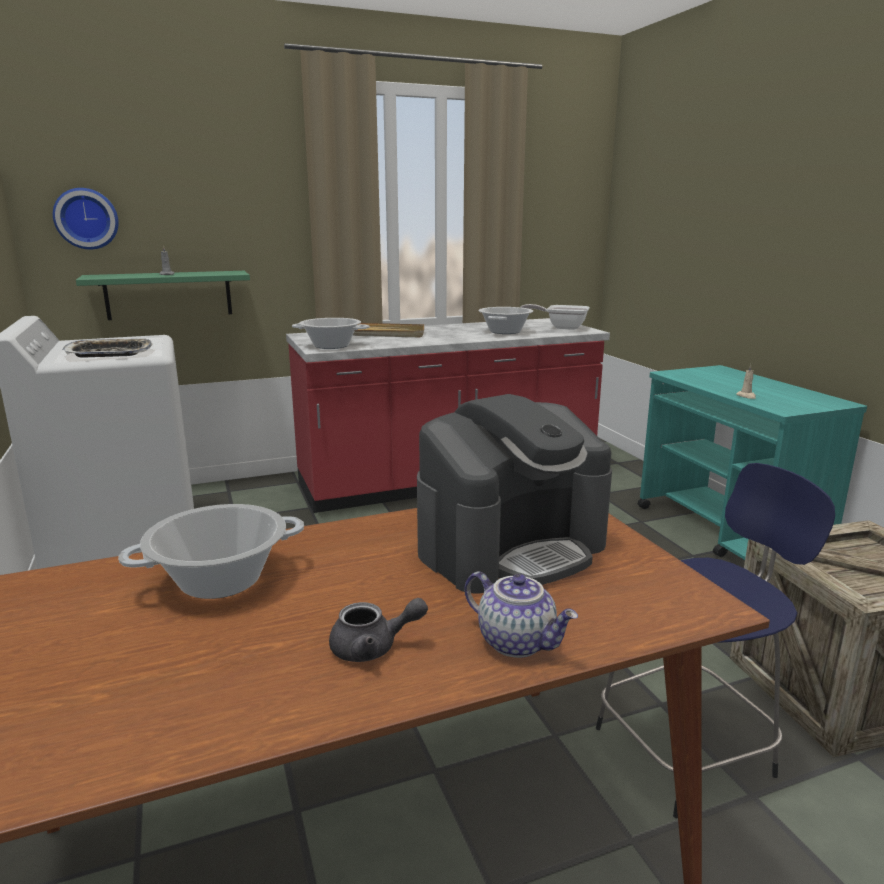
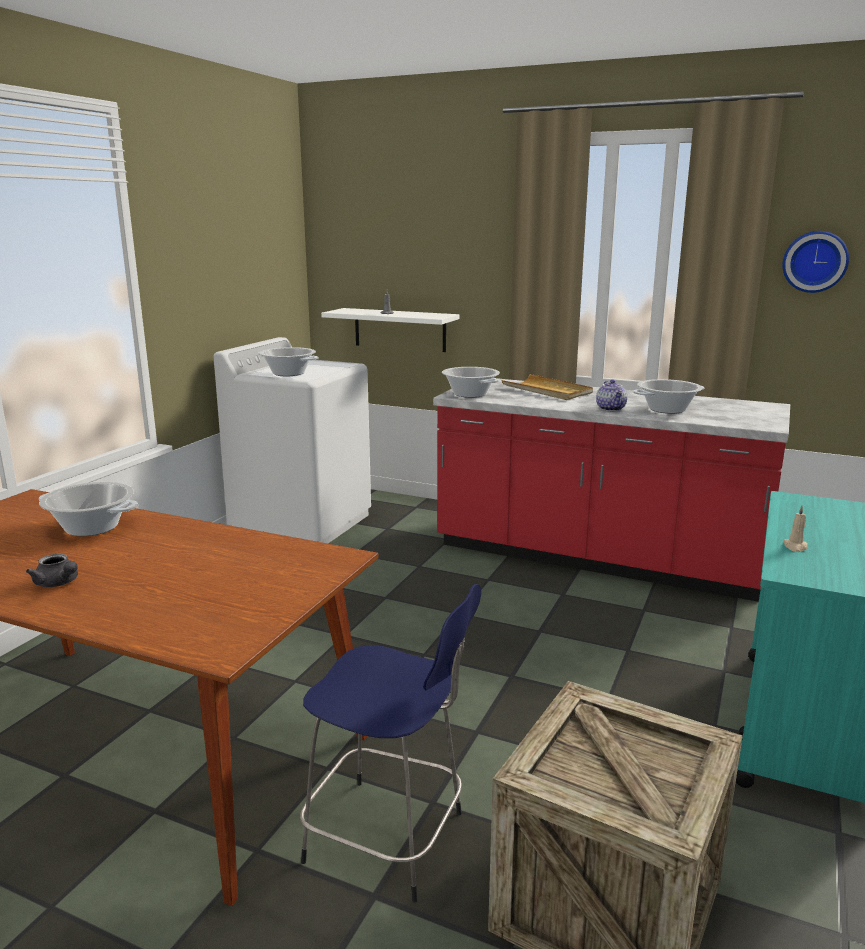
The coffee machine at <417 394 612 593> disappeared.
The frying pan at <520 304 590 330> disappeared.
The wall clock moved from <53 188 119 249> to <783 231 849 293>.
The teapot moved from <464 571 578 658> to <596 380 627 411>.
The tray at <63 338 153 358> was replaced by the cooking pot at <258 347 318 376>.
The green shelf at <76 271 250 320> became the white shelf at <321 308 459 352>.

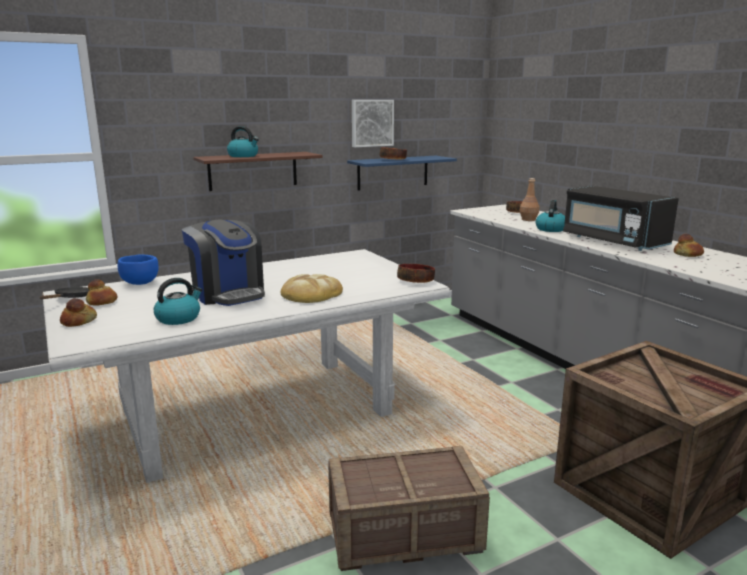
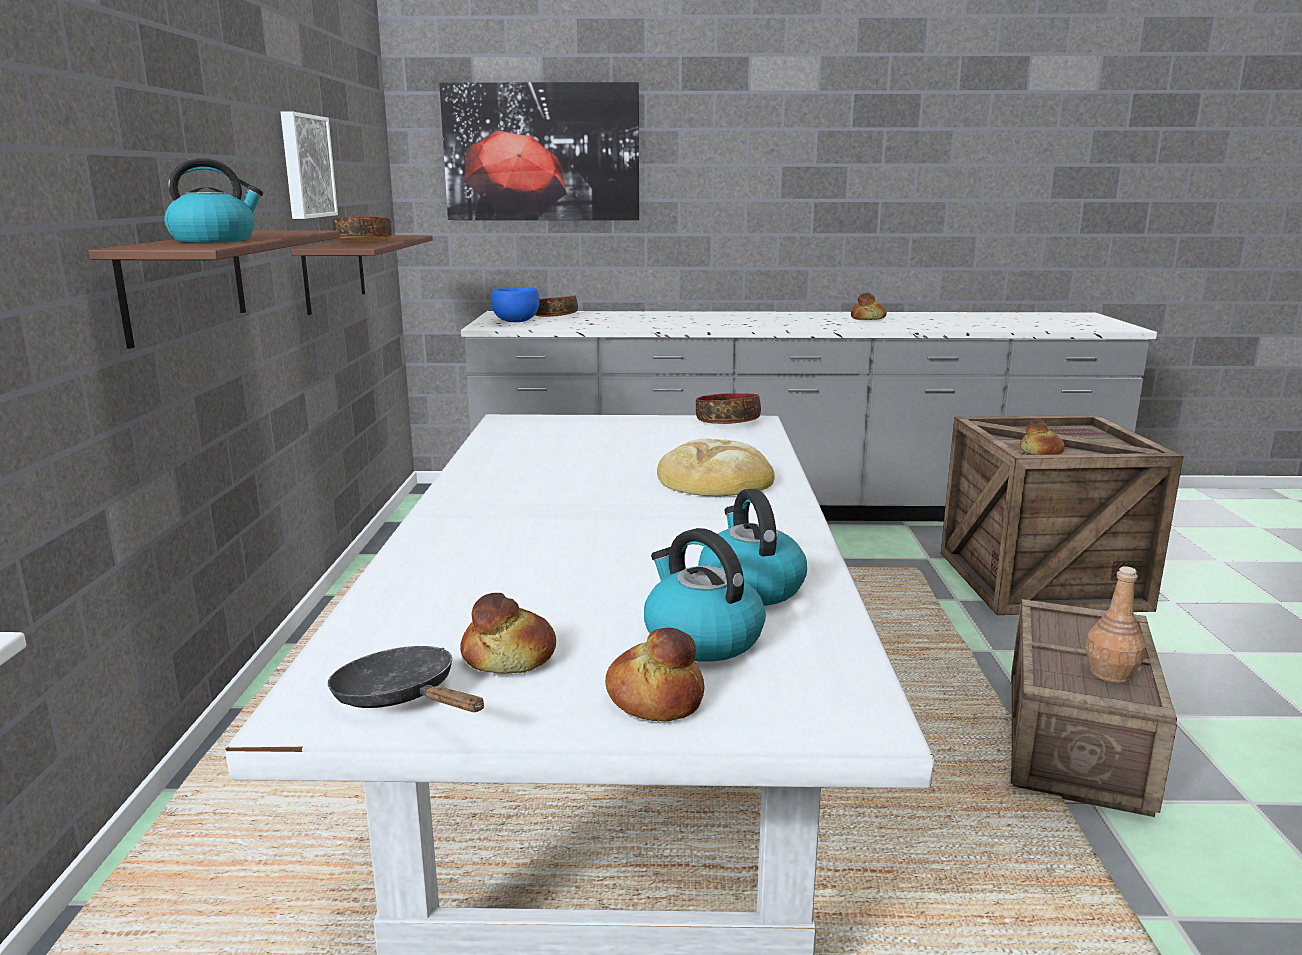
The coffee machine at <182 219 265 306> disappeared.
The black microwave at <563 186 679 251> disappeared.
The picture at <439 82 639 220> appeared.
The bread at <1020 420 1065 455> appeared.
The blue bowl moved from <118 254 159 285> to <491 287 540 322>.
The brown bottle moved from <520 178 540 221> to <1085 566 1146 683>.
The kettle moved from <536 200 565 232> to <644 528 766 662>.
The blue shelf at <347 156 457 191> became the brown shelf at <291 235 433 315>.

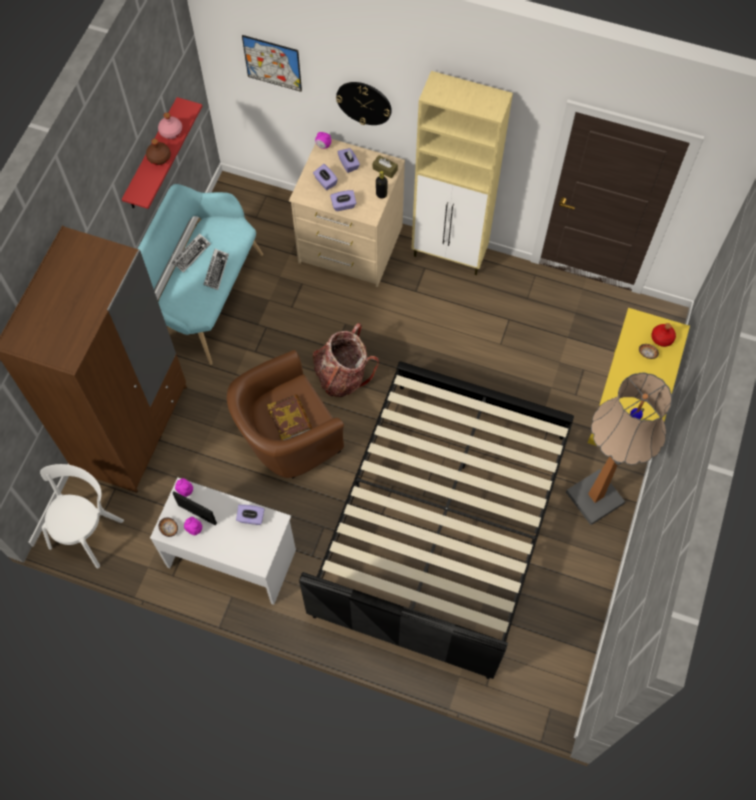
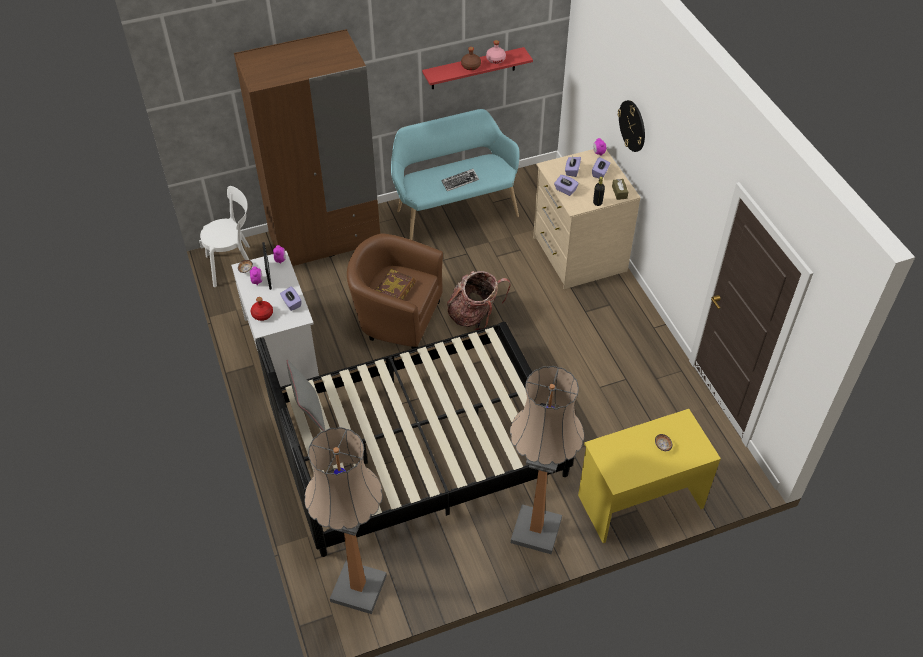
The keyboard at <172 233 211 273> disappeared.
The picture at <242 35 302 92> disappeared.
The beige cabinet at <411 71 513 275> disappeared.
The grey pillow at <287 360 325 431> appeared.
The floor lamp at <304 427 387 614> appeared.
The red bottle moved from <651 323 676 347> to <251 297 273 321>.

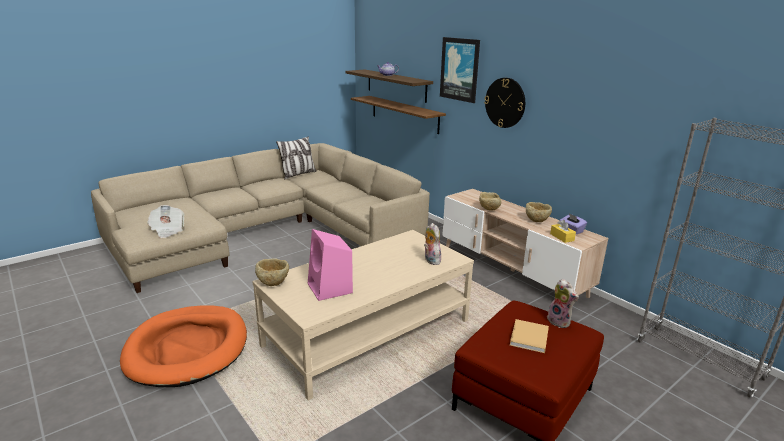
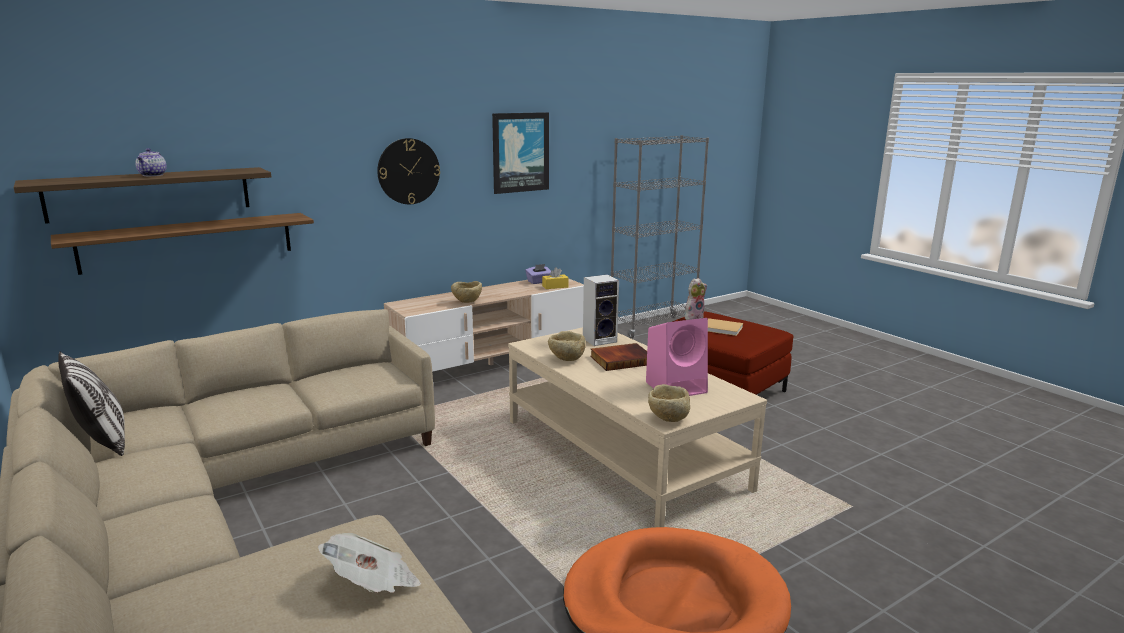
The book at <590 343 647 371> appeared.
The picture moved from <440 37 480 103> to <492 112 549 194>.
The beige bowl moved from <526 202 552 222> to <548 331 586 361>.
The plush toy at <424 223 441 265> was replaced by the speaker at <583 275 619 346>.

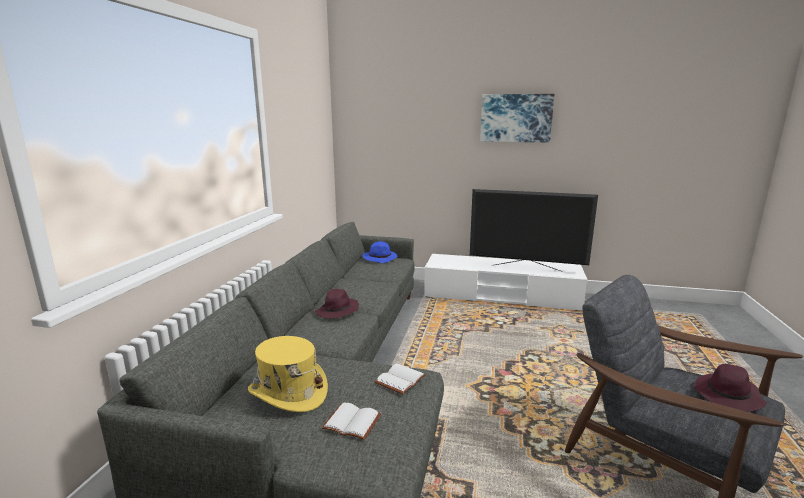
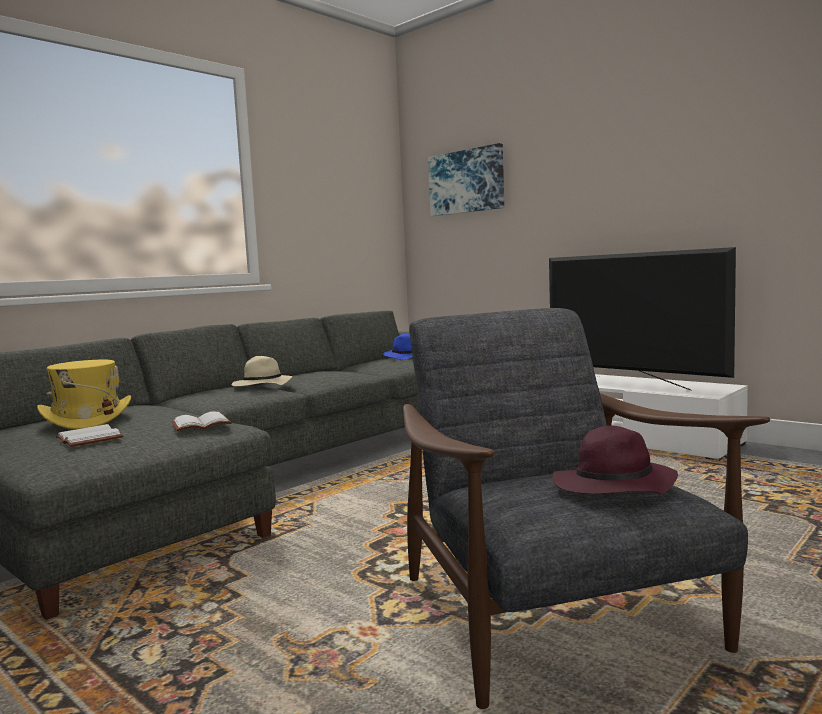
The picture moved from <480 94 554 143> to <428 143 504 216>.
The purple hat at <315 289 359 319> became the beige hat at <231 356 293 386>.

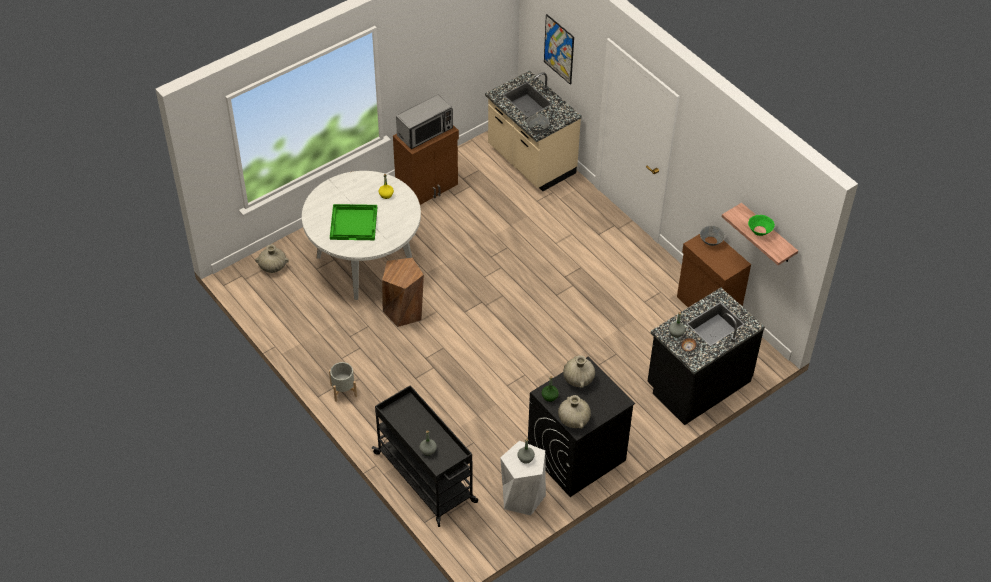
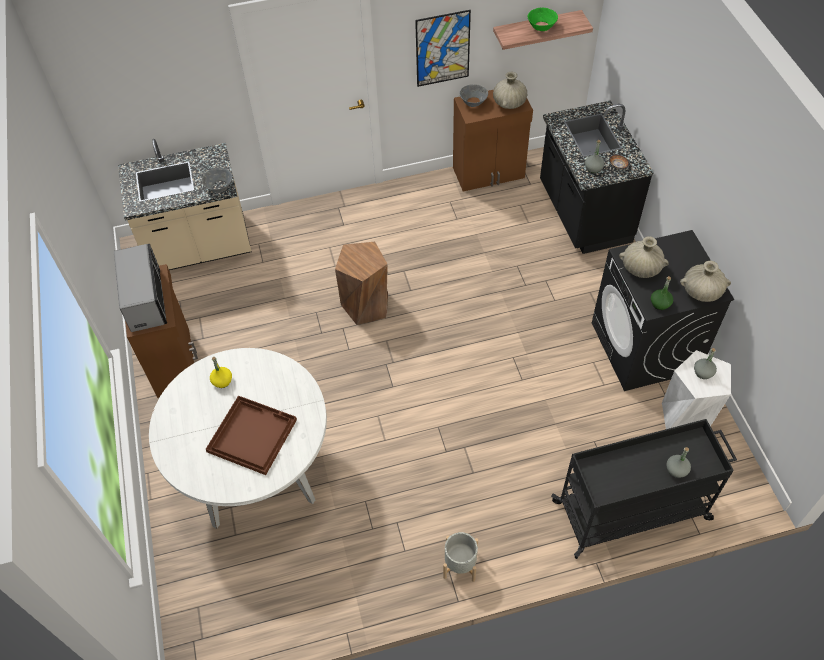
The beige vase moved from <255 244 289 273> to <493 72 527 109>.
The brown stool moved from <382 258 424 327> to <335 242 388 325>.
The picture moved from <544 14 574 85> to <415 10 471 87>.
The green tray at <330 204 377 240> became the brown tray at <205 396 297 475>.

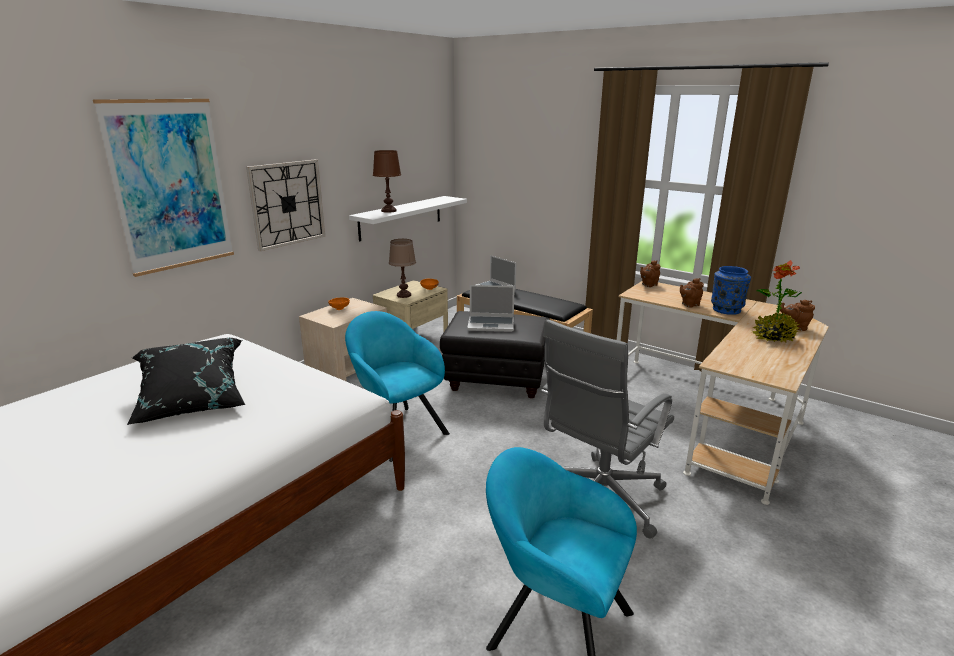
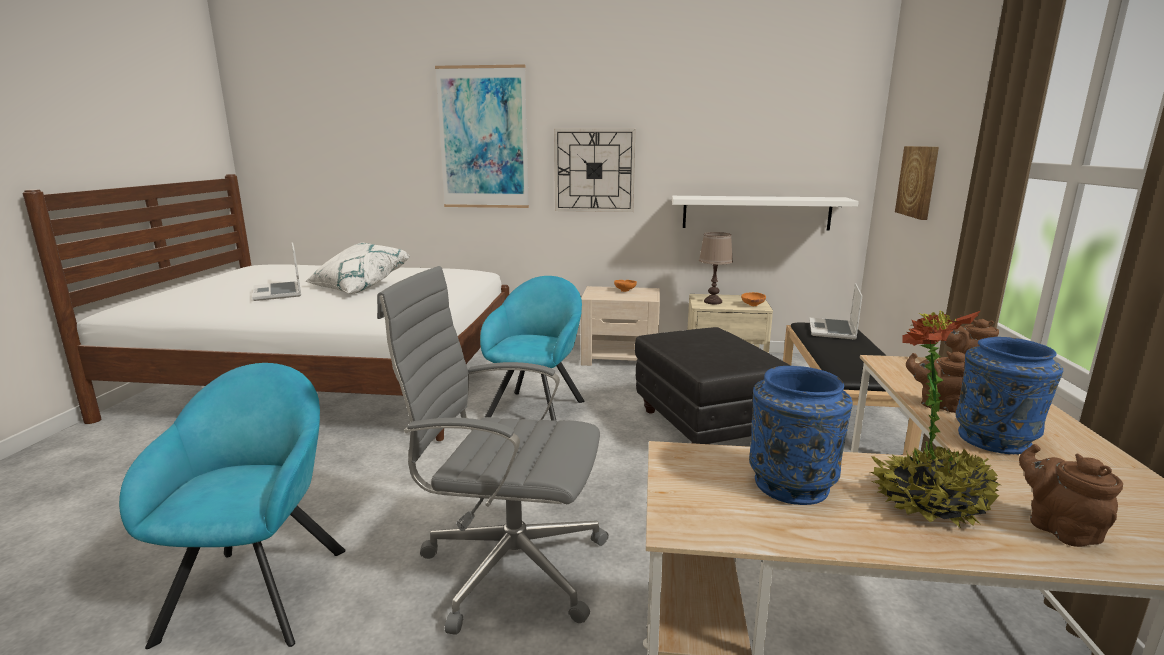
The brown table lamp at <373 150 401 213> disappeared.
The blue vase at <749 366 853 505> appeared.
The picture at <895 146 939 220> appeared.
The laptop moved from <467 285 515 332> to <252 242 301 301>.
The black pillow at <127 338 246 425> became the white pillow at <305 243 410 294>.

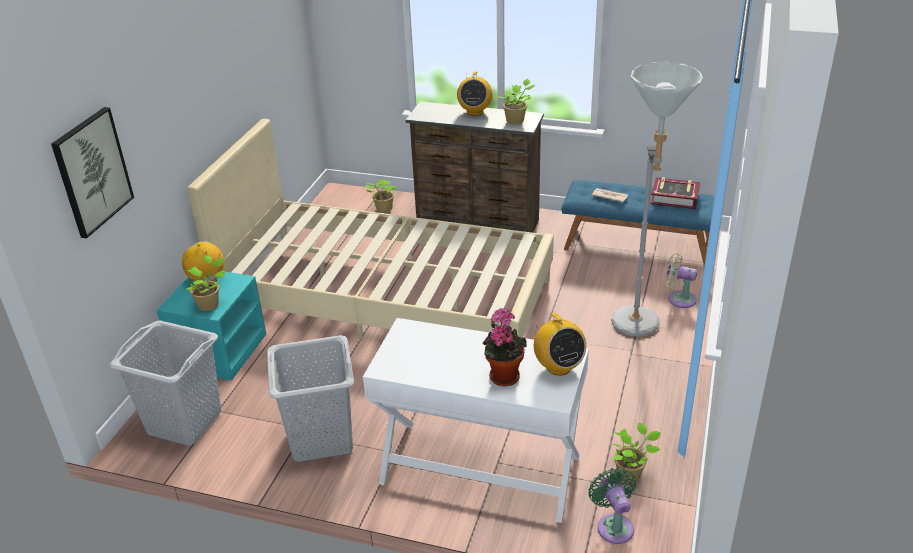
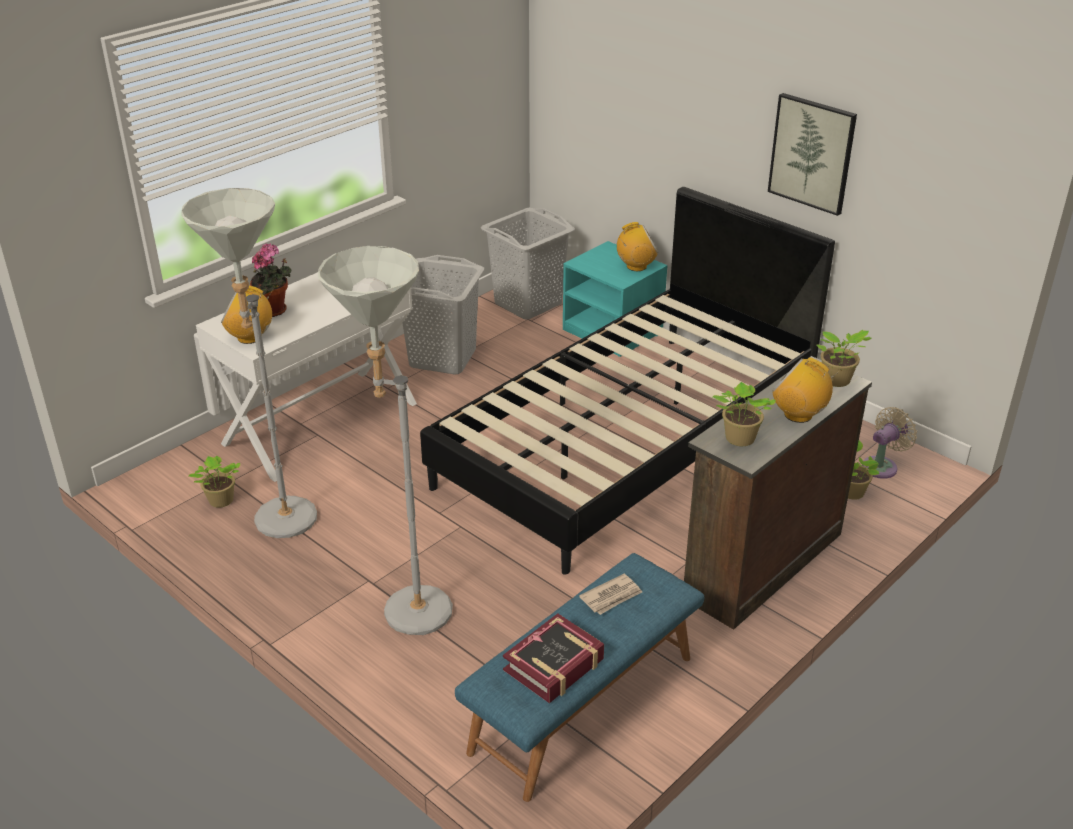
The green fan at <589 468 636 544> disappeared.
The grey floor lamp at <181 188 317 538> appeared.
The picture moved from <51 107 134 239> to <768 93 857 216>.
The potted plant moved from <186 255 225 311> to <817 330 871 387>.
The beige fan moved from <665 253 697 308> to <862 407 917 479>.
The beige bed at <187 119 554 340> became the black bed at <420 187 835 575>.

